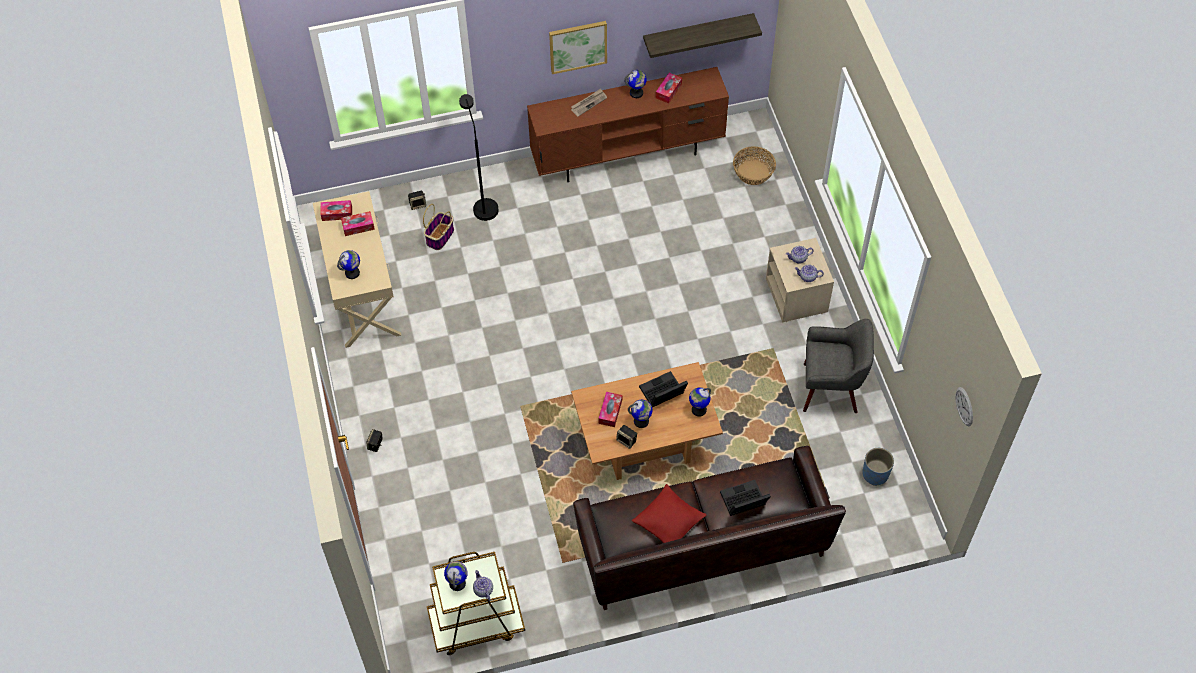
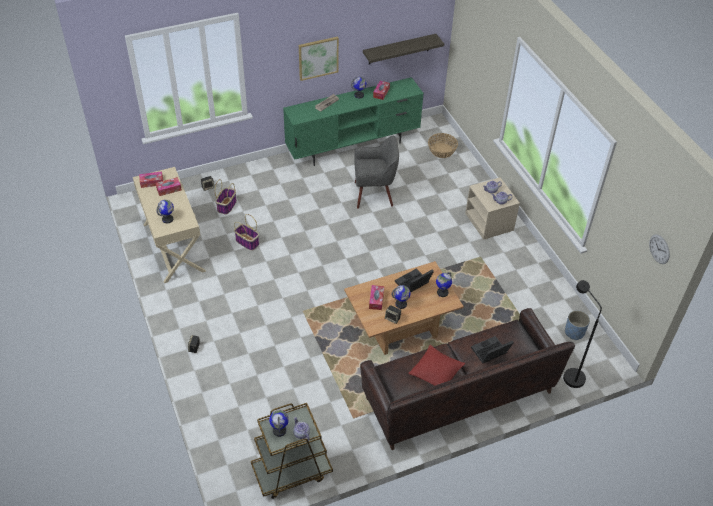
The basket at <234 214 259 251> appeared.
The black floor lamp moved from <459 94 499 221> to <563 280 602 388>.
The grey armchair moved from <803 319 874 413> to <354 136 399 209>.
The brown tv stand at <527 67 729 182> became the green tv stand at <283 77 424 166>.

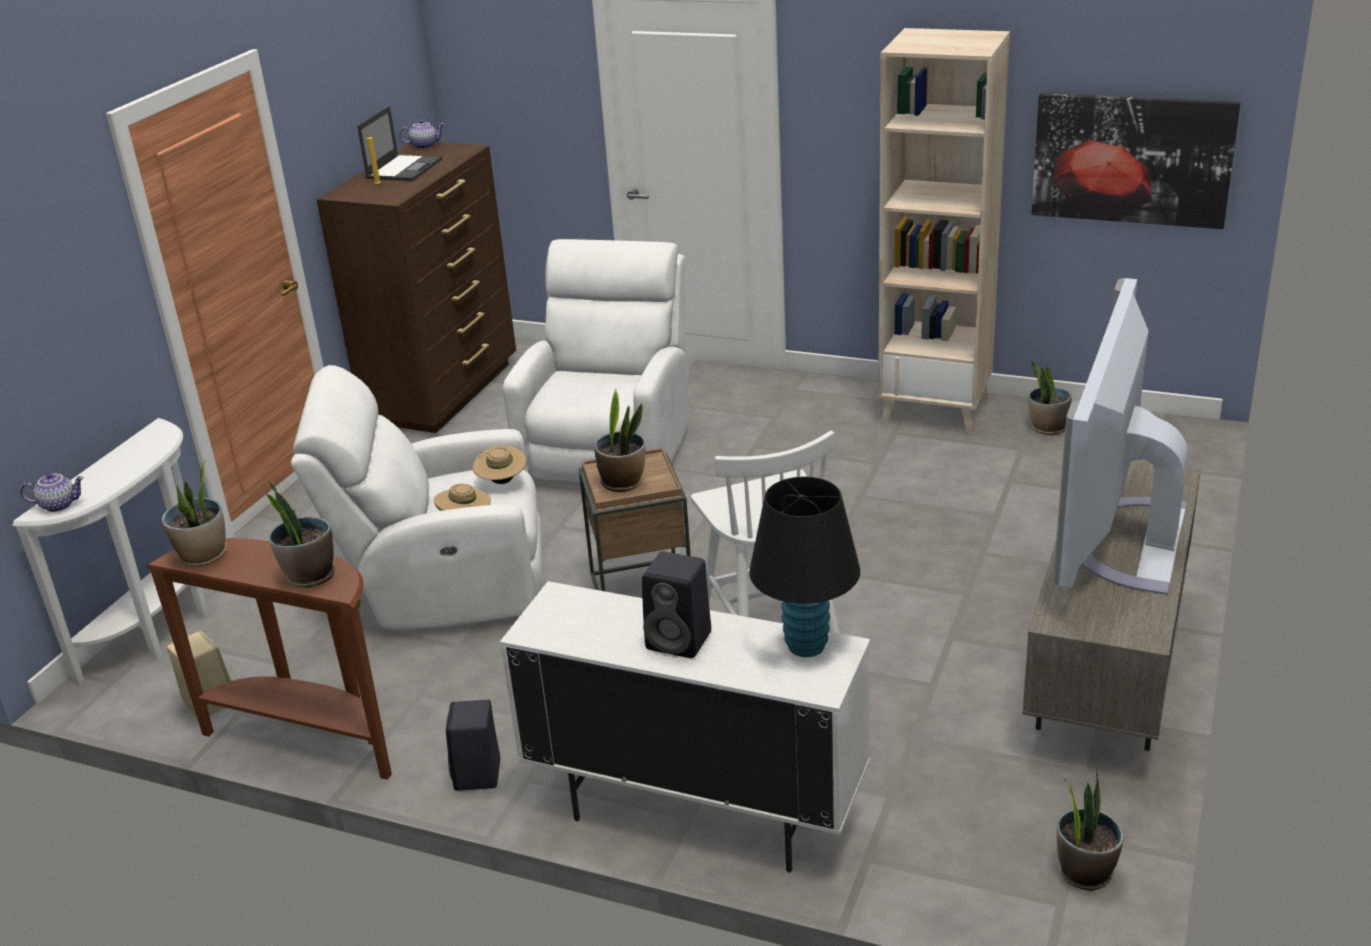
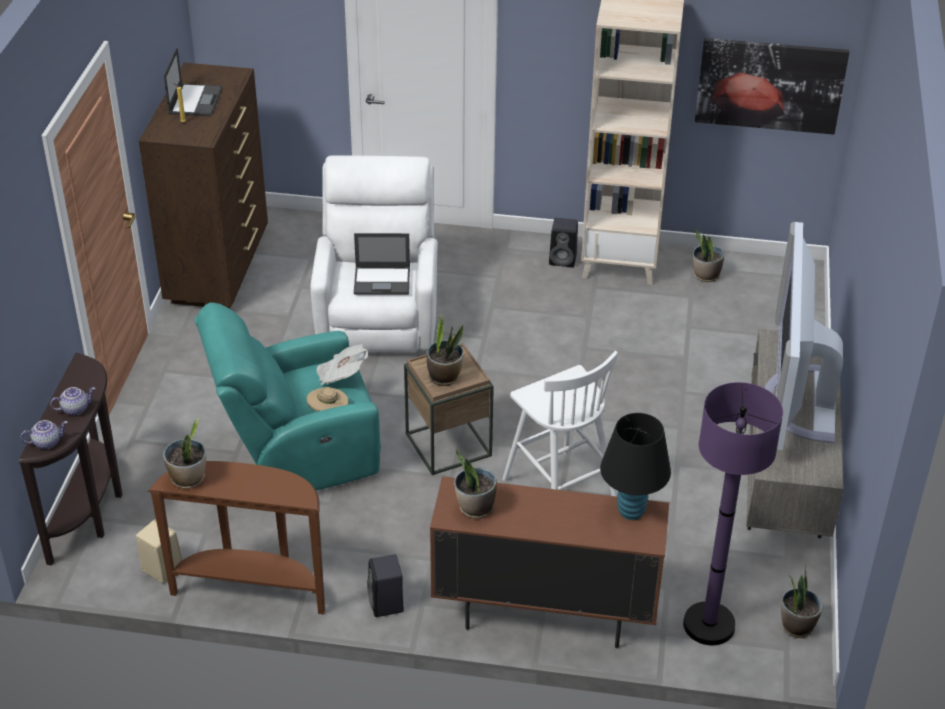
The laptop at <354 233 410 295> appeared.
The purple floor lamp at <683 382 783 645> appeared.
The potted plant moved from <267 480 335 588> to <454 450 497 518>.
The teapot moved from <399 119 444 149> to <50 387 96 416>.
The black speaker moved from <642 552 711 658> to <549 218 578 267>.
The beige hat at <473 445 526 484> was replaced by the newspaper at <316 344 368 385>.
The white console table at <12 418 209 686> became the brown console table at <18 353 122 565>.
The white armchair at <291 365 542 629> became the turquoise armchair at <194 303 381 490>.
The white cabinet at <500 581 870 872> became the brown cabinet at <430 476 669 649>.

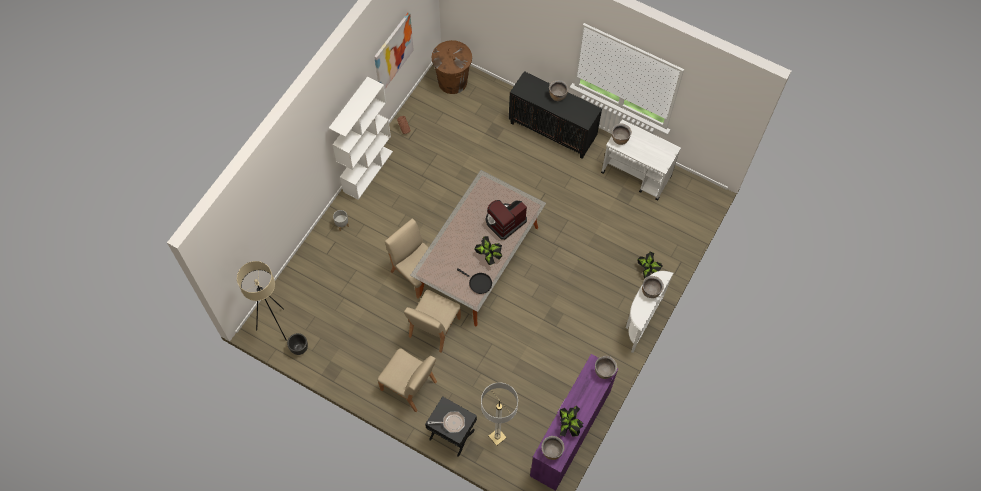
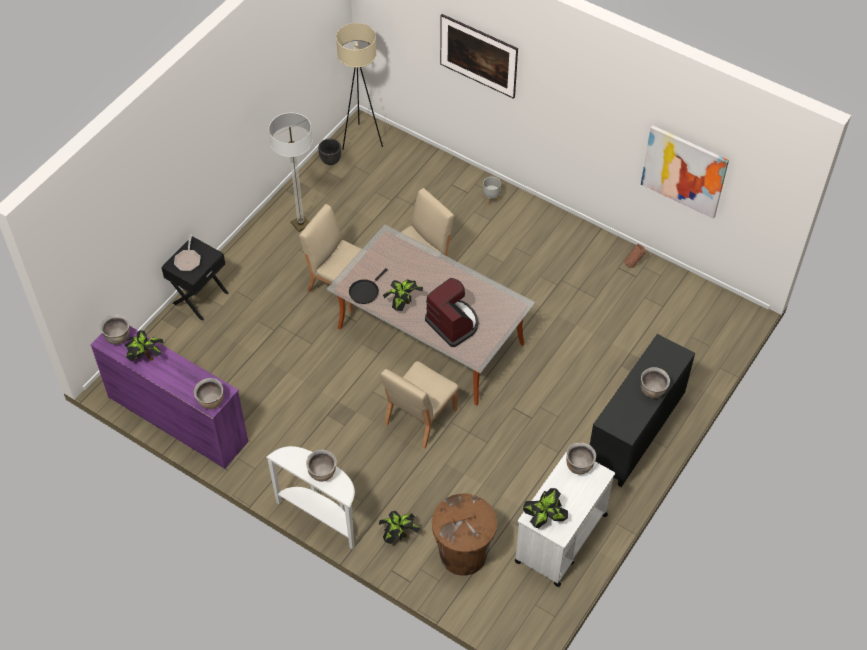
The white bookcase at <329 76 393 200> disappeared.
The picture at <440 14 518 99> appeared.
The potted plant at <523 488 568 528> appeared.
The beige chair moved from <377 348 437 412> to <381 361 459 449>.
The brown trash can moved from <432 40 472 94> to <432 494 497 576>.
The floor lamp moved from <481 383 518 446> to <269 113 313 232>.

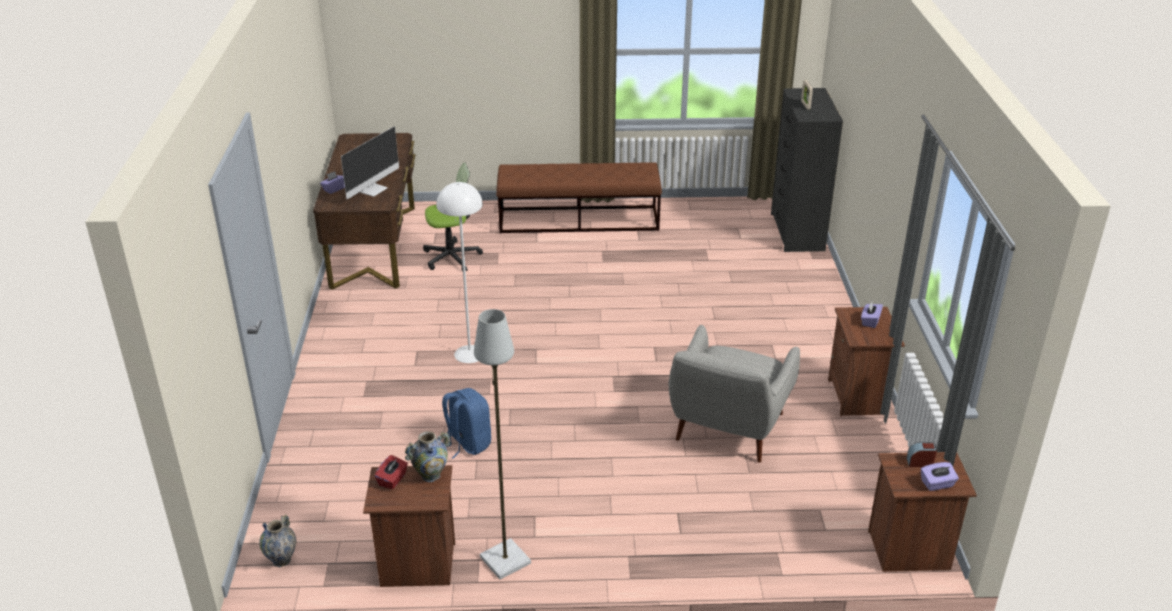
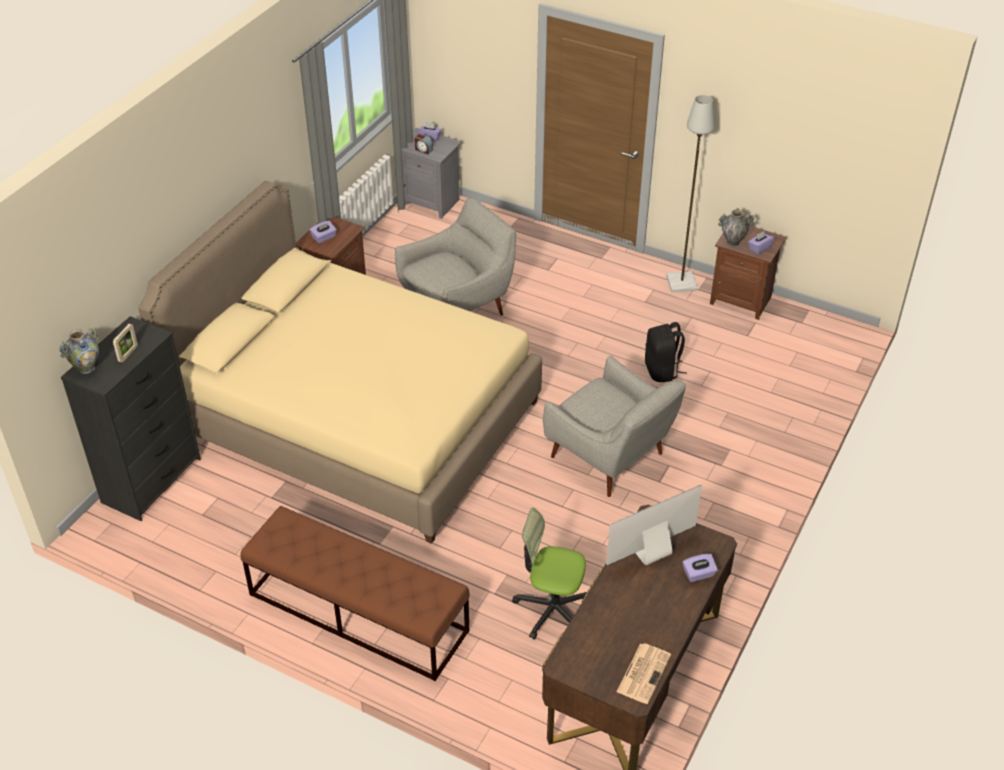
The beige bed at <138 181 542 544> appeared.
The newspaper at <616 643 671 704> appeared.
The vase moved from <259 514 296 567> to <59 328 99 374>.
The white floor lamp at <436 182 483 363> was replaced by the grey armchair at <543 356 686 497>.
The red tissue box at <375 455 408 489> became the purple tissue box at <748 231 775 254>.
The blue backpack at <442 388 491 459> became the black backpack at <645 322 687 382>.
The brown nightstand at <868 452 977 572> became the grey nightstand at <402 128 462 219>.

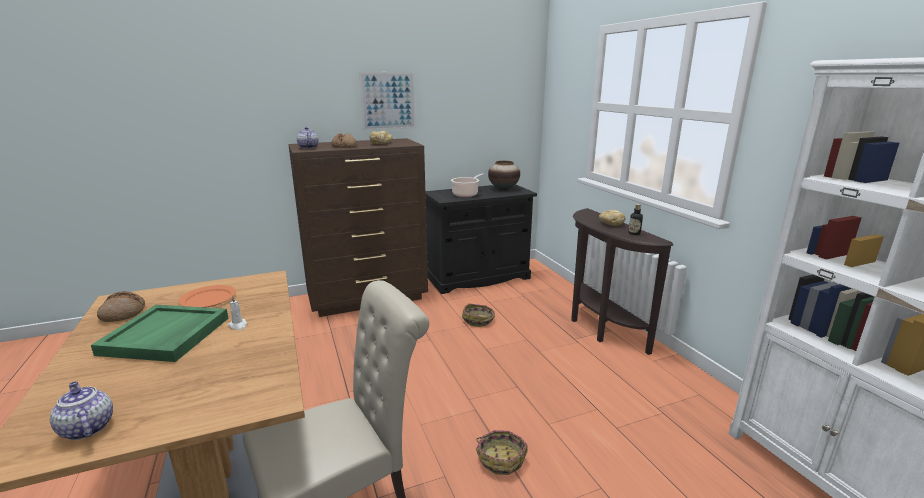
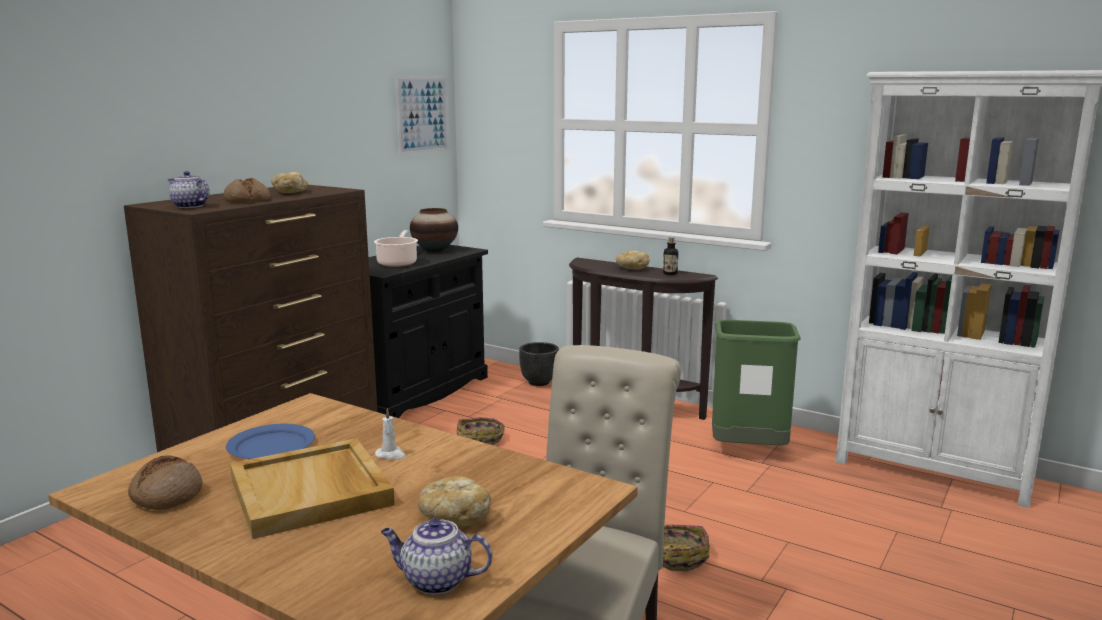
The bread at <418 476 491 526> appeared.
The black planter at <519 342 559 386> appeared.
The green trash can at <712 320 801 445> appeared.
The picture moved from <359 72 416 130> to <396 76 449 155>.
The green tray at <91 305 229 362> became the beige tray at <230 438 395 539>.
The orange plate at <178 285 236 308> became the blue plate at <226 424 315 459>.

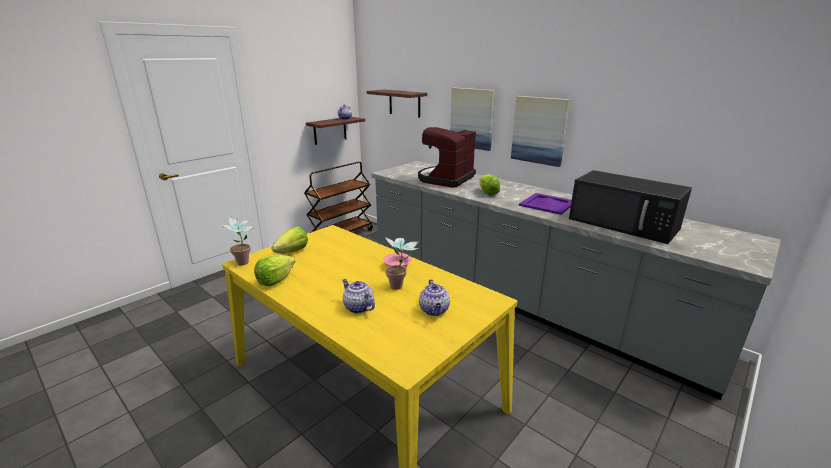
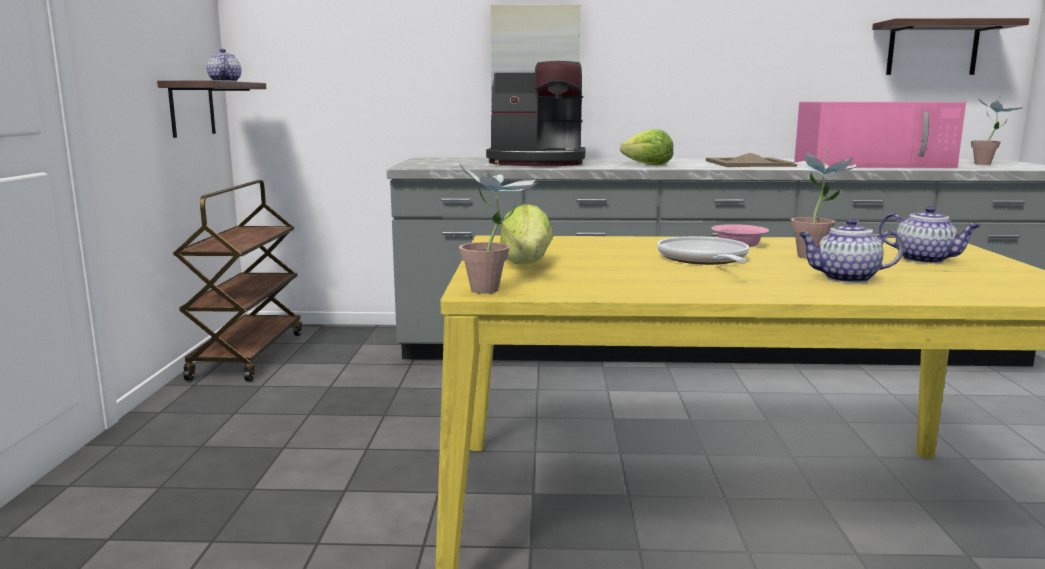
The lettuce at <254 255 295 286> disappeared.
The picture at <511 96 570 167> disappeared.
The frying pan at <657 236 749 265> appeared.
The potted plant at <971 96 1023 165> appeared.
The shelf moved from <367 89 427 118> to <872 18 1029 75>.
The purple tray at <519 193 572 215> became the beige tray at <706 153 797 167>.
The black microwave at <569 170 692 244> became the pink microwave at <794 102 966 168>.
The coffee machine at <418 127 476 188> turned 75 degrees counterclockwise.

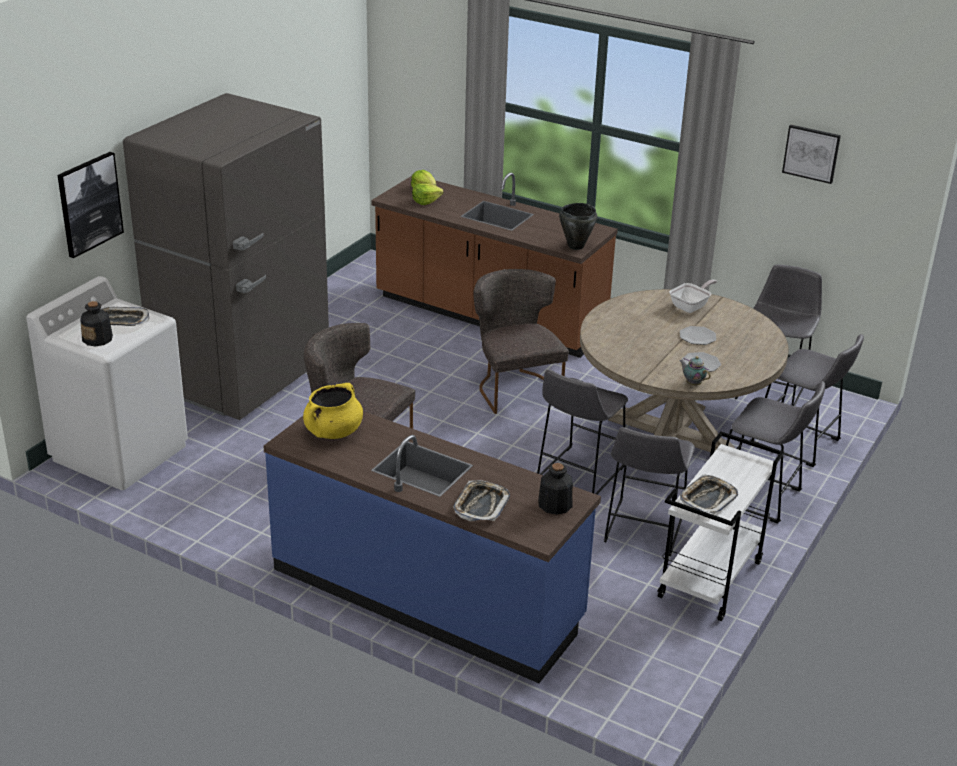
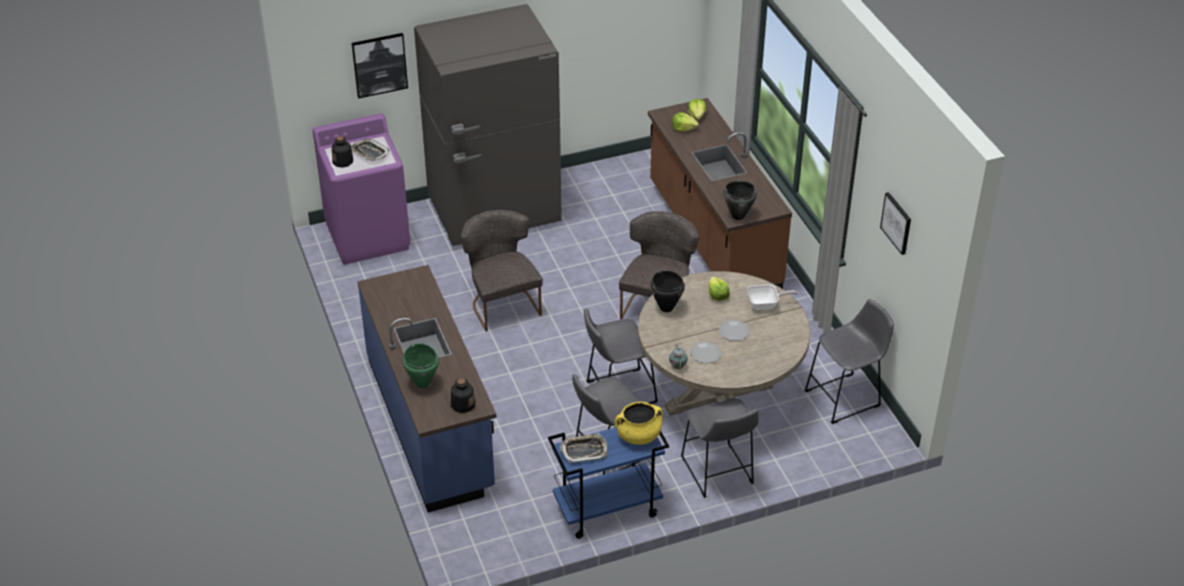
The grey stool at <750 334 864 467> disappeared.
The black cooking pot at <650 270 685 312> appeared.
The lettuce at <709 276 730 301> appeared.
The yellow cooking pot moved from <303 383 363 439> to <615 402 663 445>.
The tray at <453 480 510 521> was replaced by the green cooking pot at <402 343 439 388>.
The white washing machine at <26 276 188 490> became the purple washing machine at <313 114 410 264>.
The white cart at <657 431 784 621> became the blue cart at <548 427 669 539>.

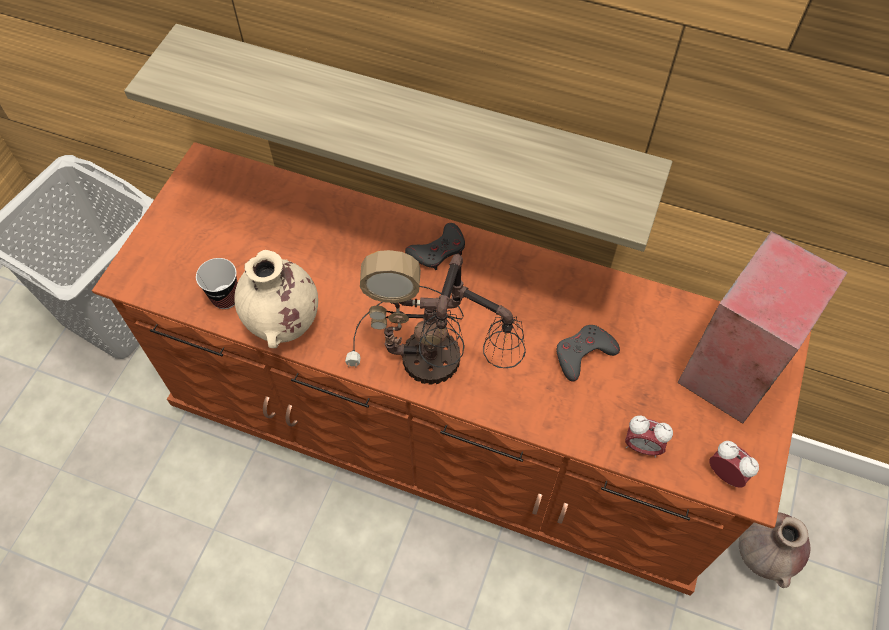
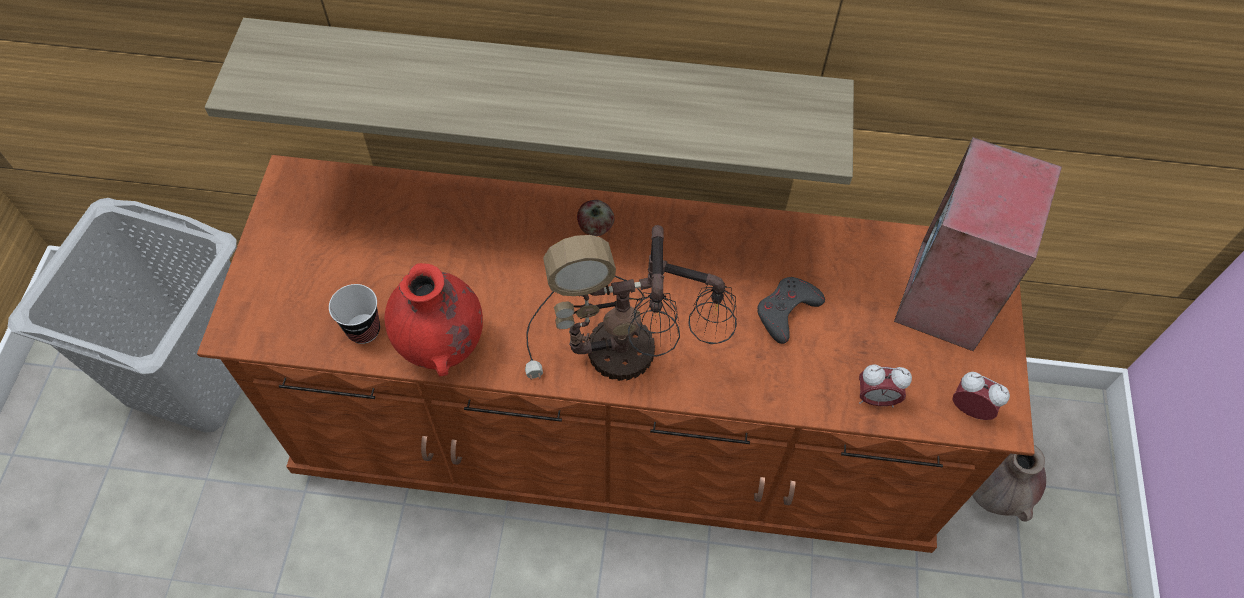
The grey game controller at <405 223 465 270> was replaced by the apple at <577 200 615 236>.
The beige vase at <234 250 318 348> became the red vase at <385 263 483 376>.

